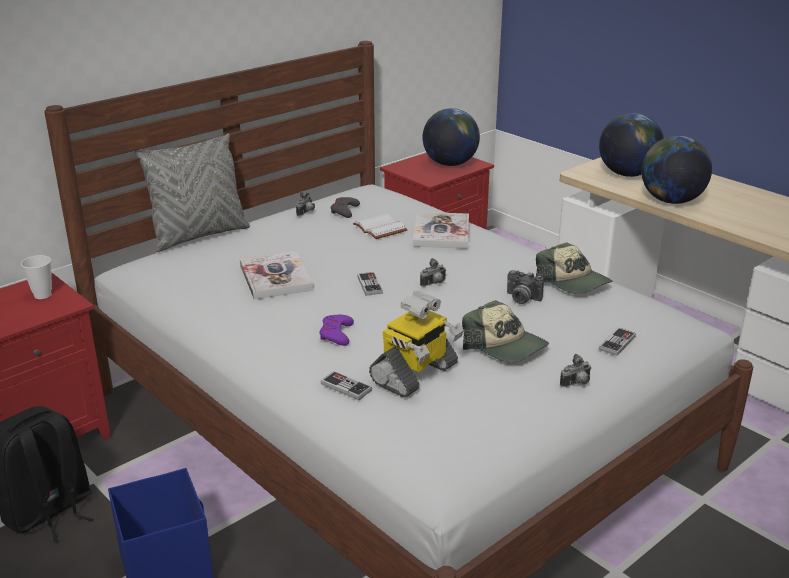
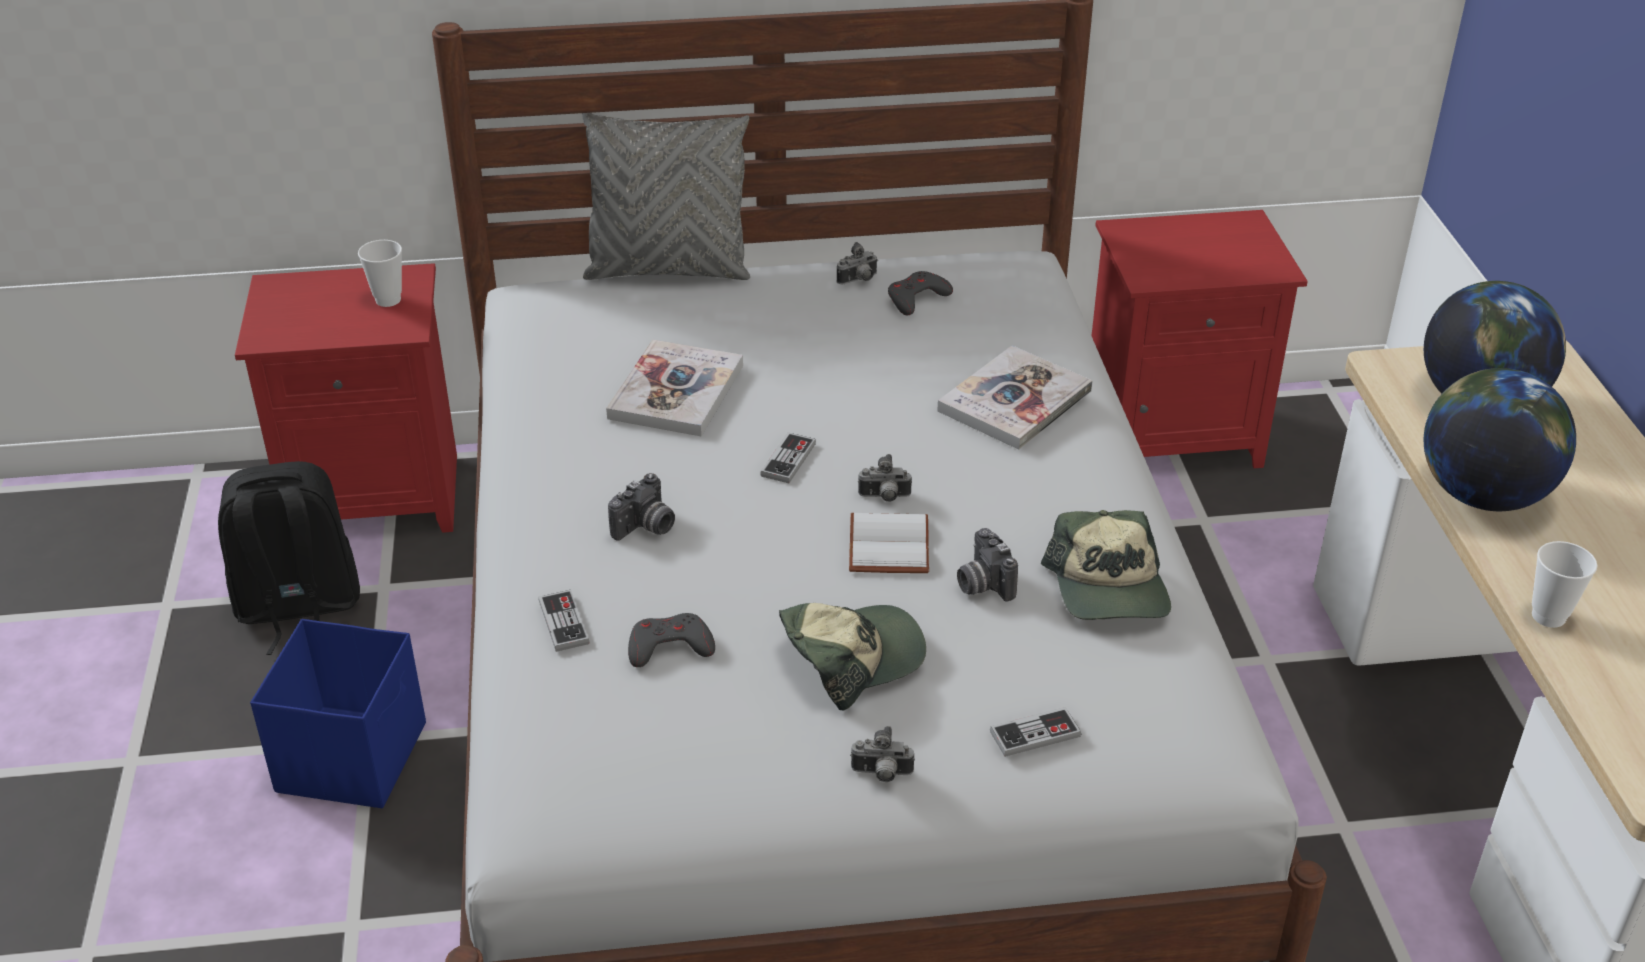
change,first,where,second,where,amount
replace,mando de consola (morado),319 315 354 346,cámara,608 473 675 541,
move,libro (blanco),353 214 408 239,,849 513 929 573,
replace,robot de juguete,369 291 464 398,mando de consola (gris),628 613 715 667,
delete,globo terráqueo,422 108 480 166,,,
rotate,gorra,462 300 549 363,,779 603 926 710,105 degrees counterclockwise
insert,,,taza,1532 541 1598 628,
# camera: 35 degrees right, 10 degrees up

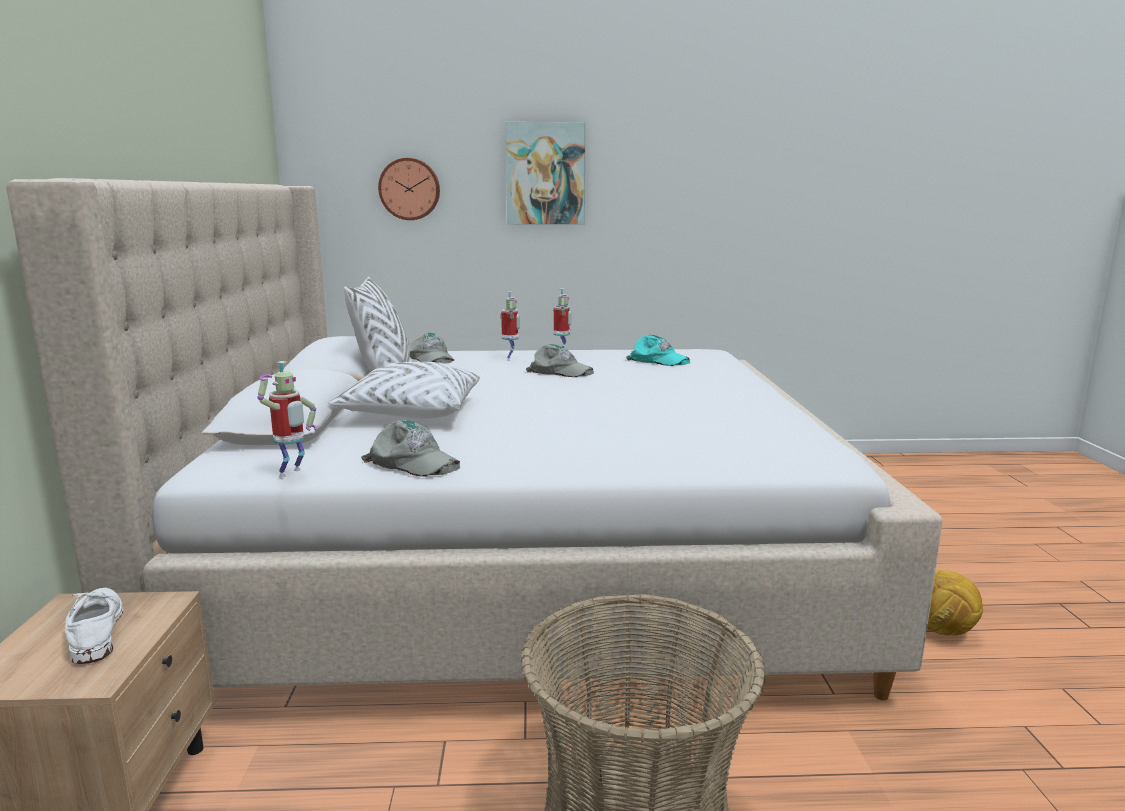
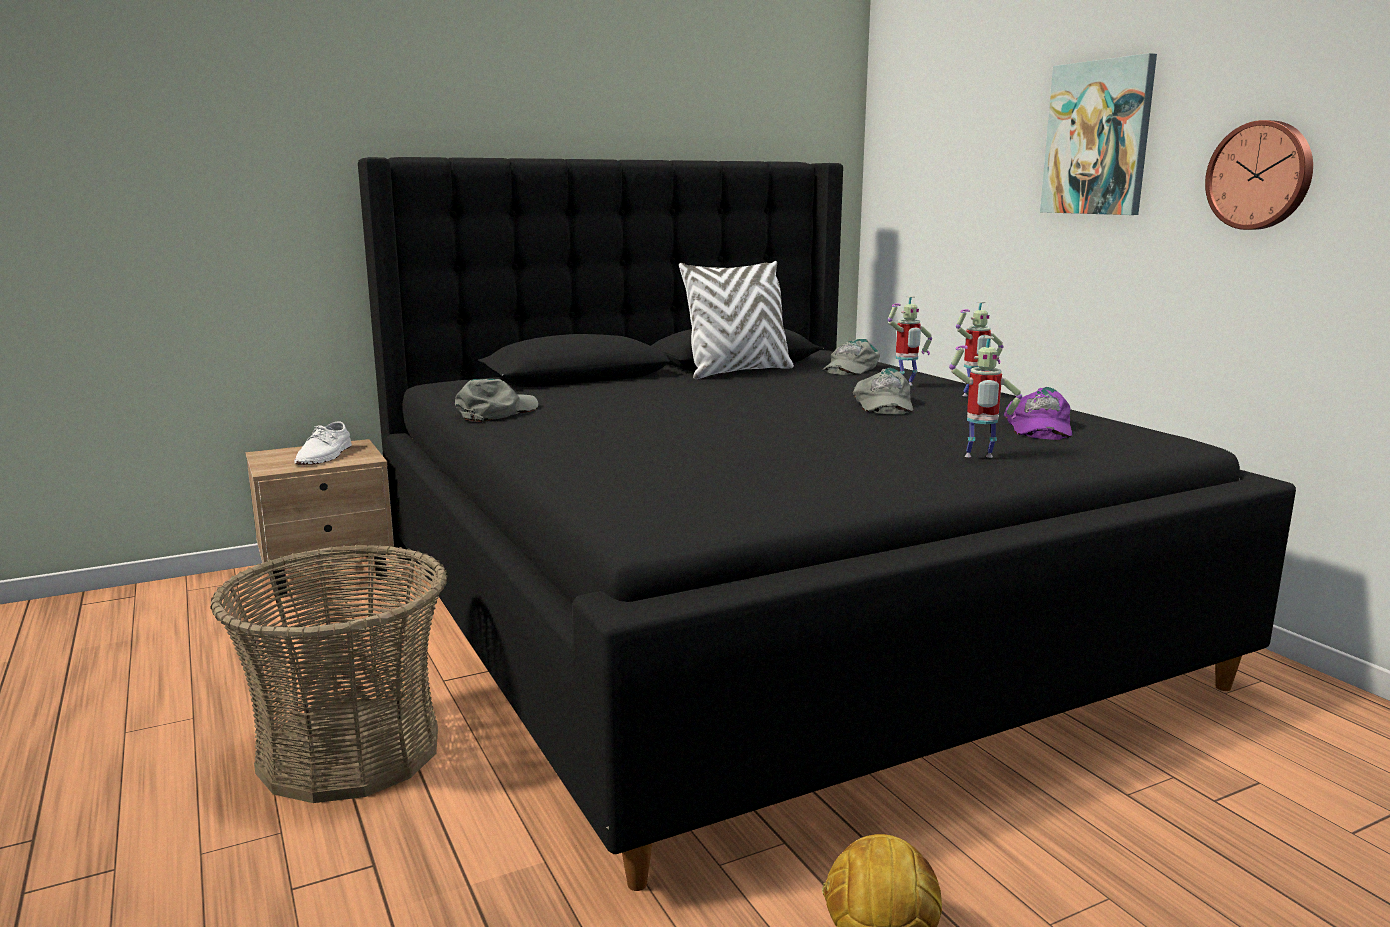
change,first,where,second,where,amount
recolor,cama (beis),6 178 943 700,cama (negro),358 157 1296 891,
rotate,zapato (blanco),65 588 123 664,,294 421 352 465,150 degrees clockwise
move,robot de juguete,257 361 317 477,,949 336 1022 458,
delete,cojín (blanco),329 362 480 419,,,
rotate,gorra (gris),361 420 460 477,,455 379 538 422,150 degrees counterclockwise
move,reloj de pared,378 158 440 220,,1205 120 1313 230,
recolor,gorra (turquesa),626 335 690 366,gorra (morado),1005 387 1073 440,
# camera: 65 degrees right, 0 degrees up

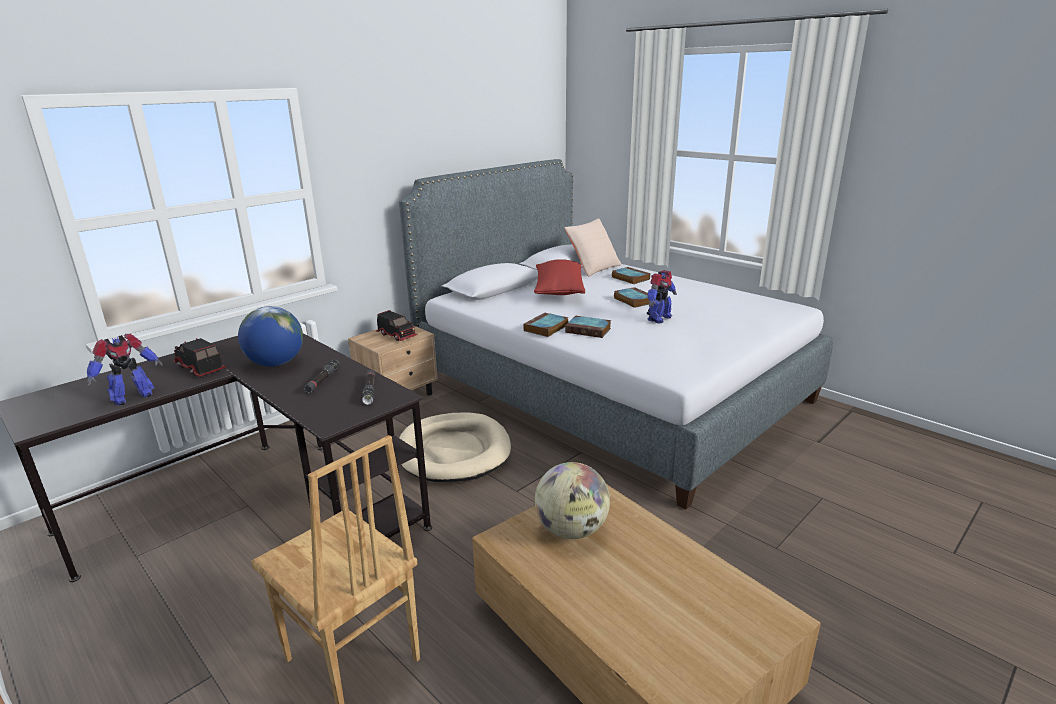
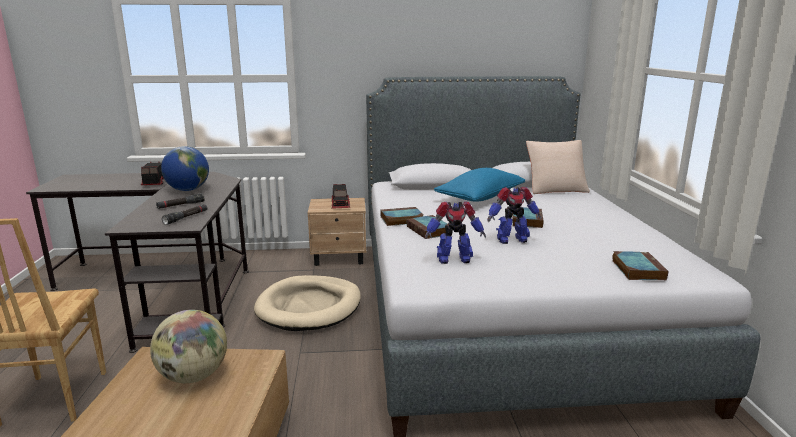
change,first,where,second,where,amount
move,robot de juguete,87 334 163 406,,425 201 486 264,
recolor,cojín (rojo),534 259 585 295,cojín (azul),434 168 525 201,
move,libro,612 267 650 284,,612 251 668 280,
# camera: 40 degrees right, 5 degrees down

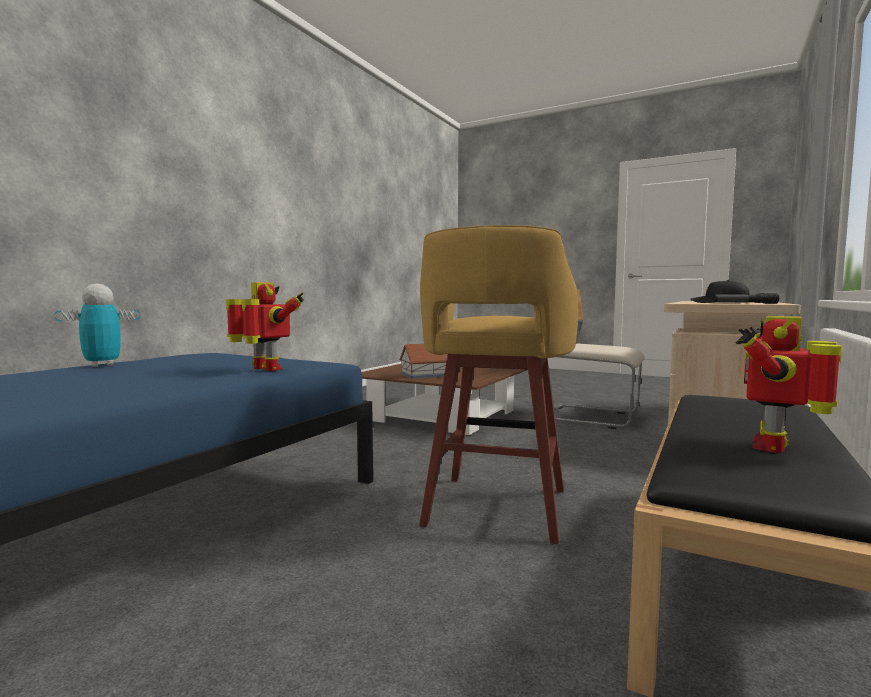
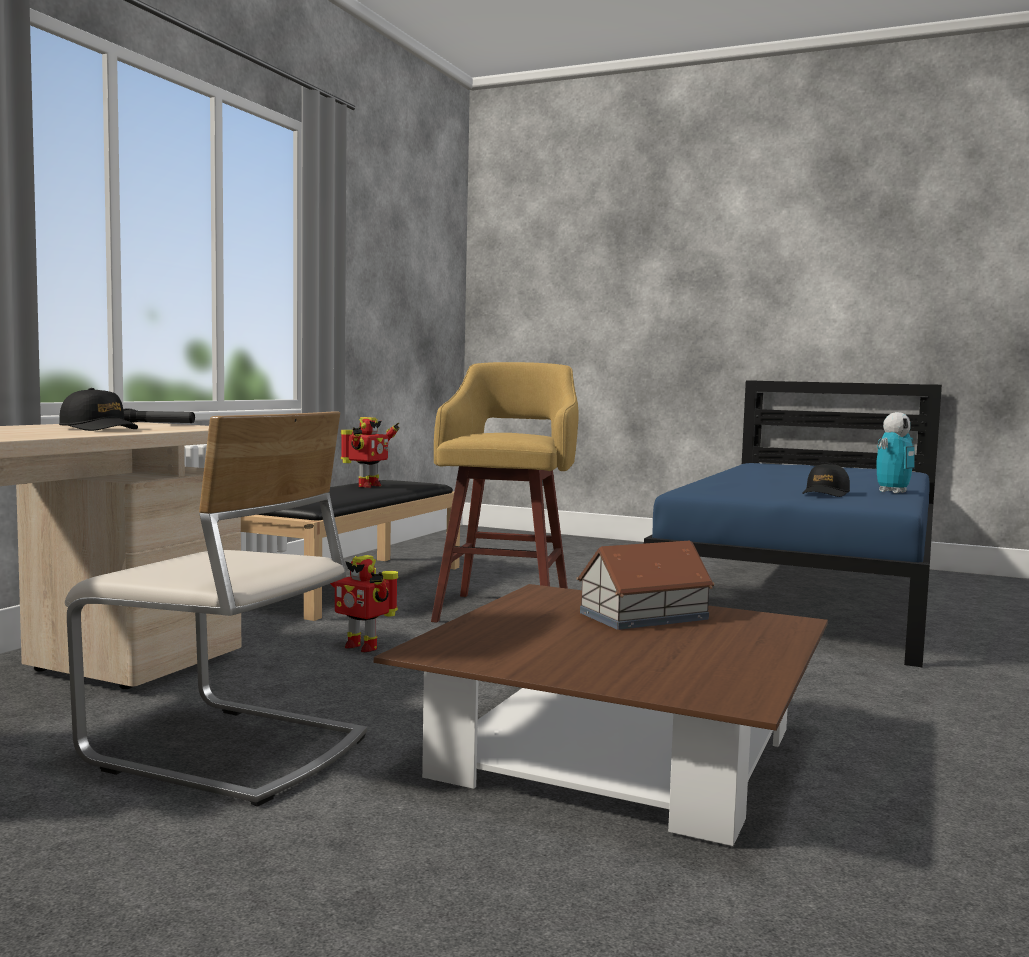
change,first,where,second,where,amount
move,robot de juguete,225 282 304 371,,330 555 398 652,
insert,,,gorra (negro),802 463 850 497,
# camera: 175 degrees right, 0 degrees up

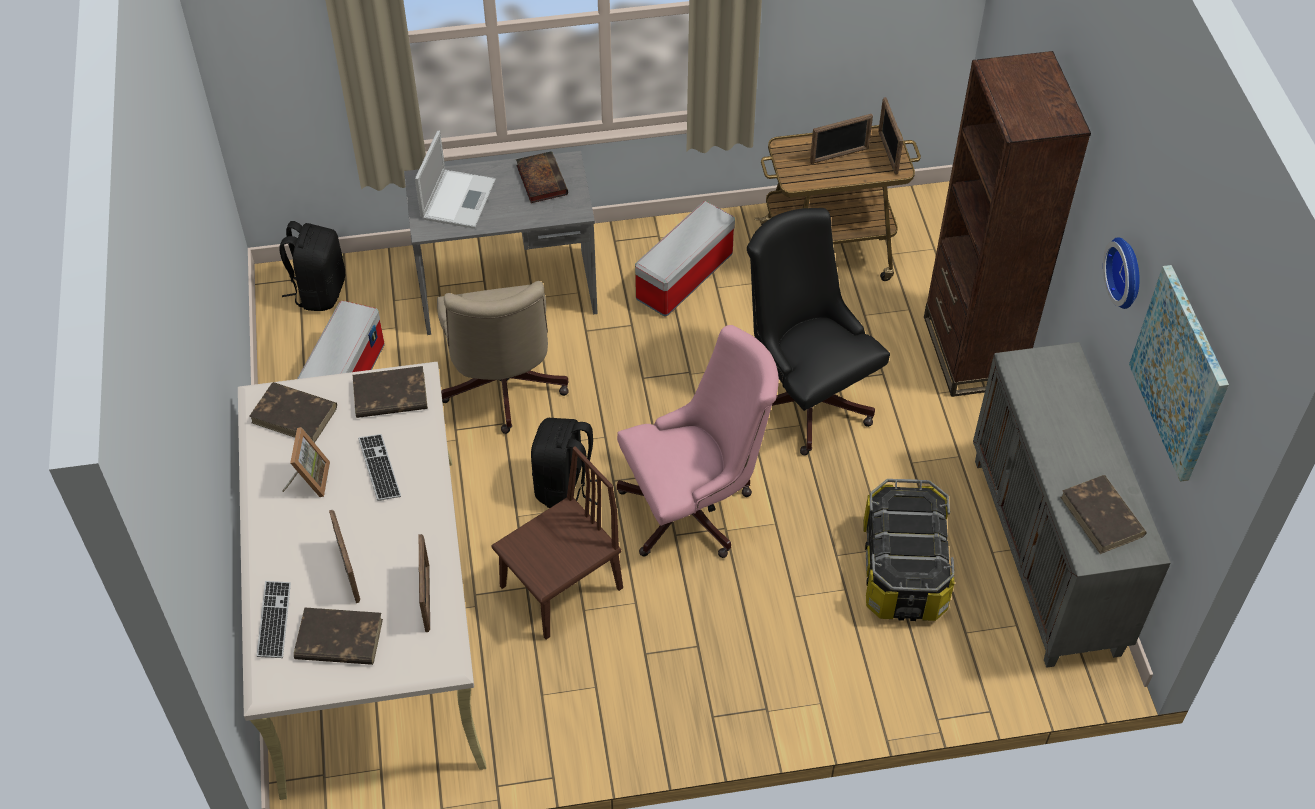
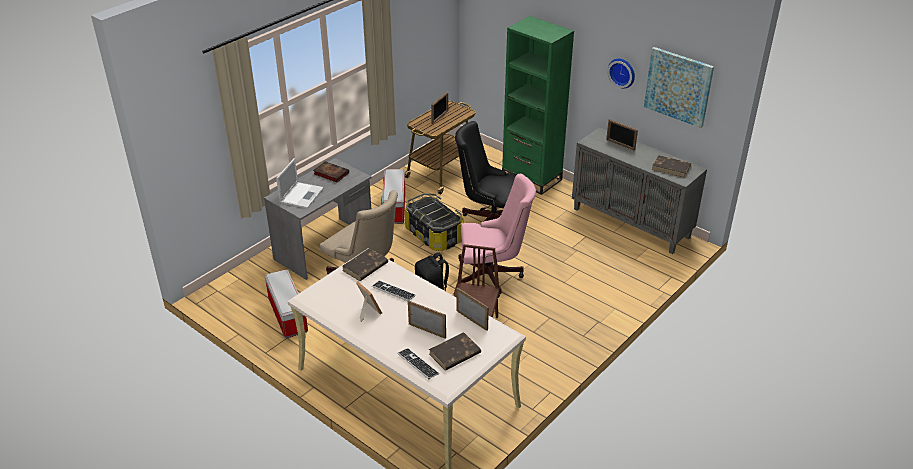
change,first,where,second,where,amount
delete,libro (marrón),249 382 337 443,,,
delete,mochila (negro),279 221 345 311,,,
rotate,portátil,415 131 496 229,,276 158 324 209,45 degrees clockwise
rotate,silla de oficina (rosa),617 325 779 558,,458 174 536 298,60 degrees clockwise
move,caja de almacenaje,863 479 954 621,,405 193 463 251,
move,portarretratos,878 97 903 175,,606 119 638 151,
recolor,estantería (marrón),924 51 1091 397,estantería (verde),502 16 574 195,
# camera: 40 degrees left, 15 degrees down

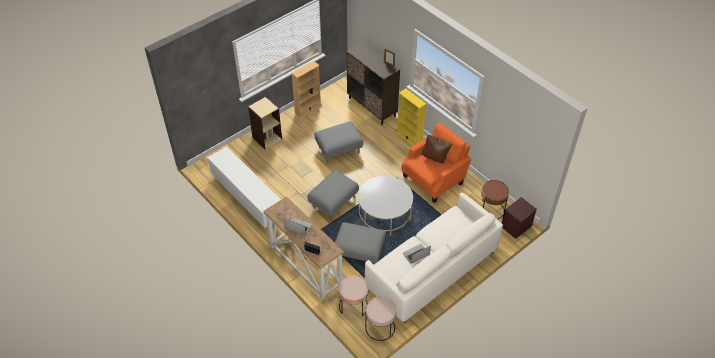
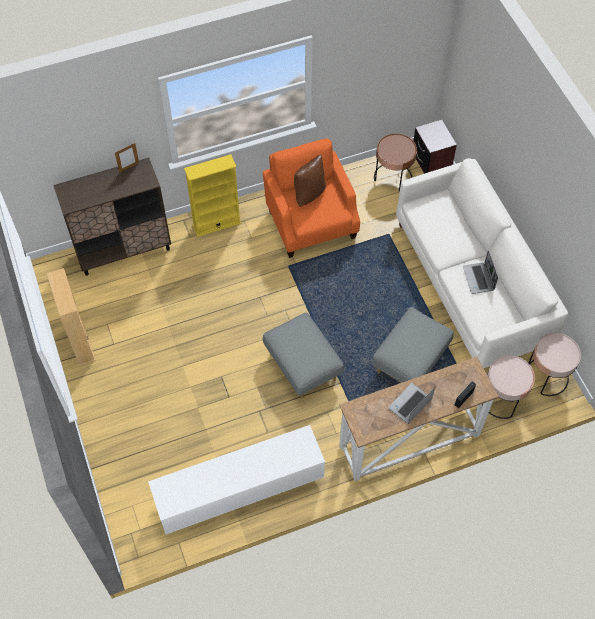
change,first,where,second,where,amount
delete,estantería (beis),248 97 282 149,,,
delete,puf (gris),314 121 363 163,,,
delete,mesa de centro,358 176 413 236,,,
# camera: 70 degrees left, 10 degrees up

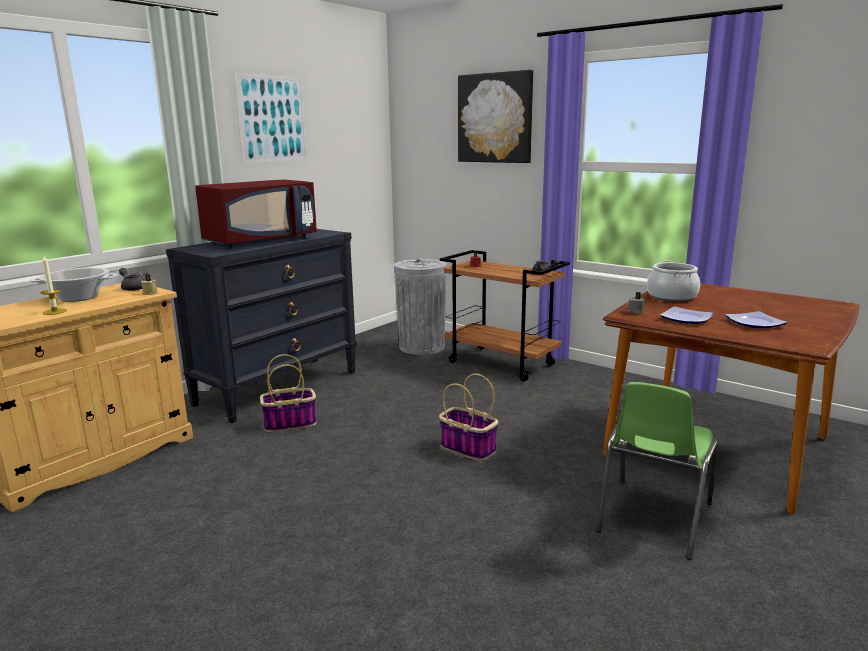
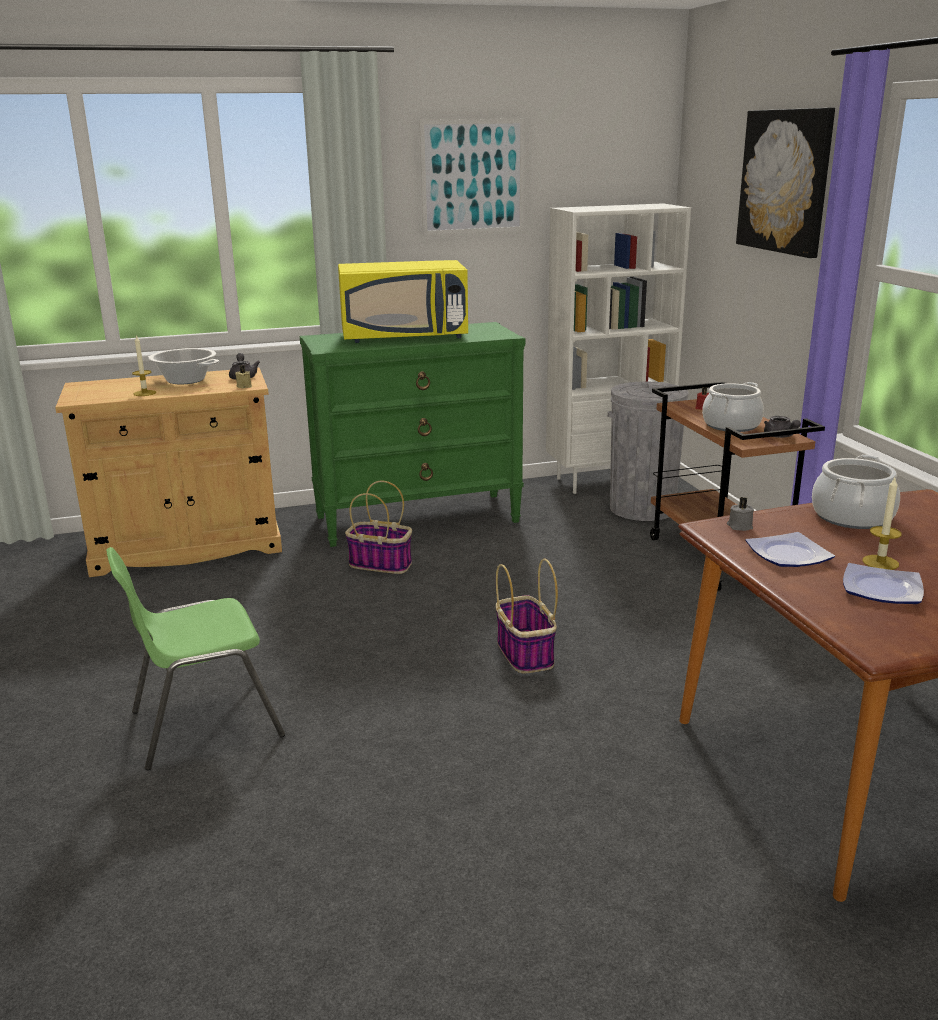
change,first,where,second,where,amount
recolor,cómoda (negro),166 229 357 423,cómoda (verde),300 322 525 547,
recolor,microondas (rojo),195 180 317 248,microondas (amarillo),338 260 468 343,
move,silla (verde),596 382 718 560,,106 547 285 770,
insert,,,estantería (blanco),546 203 691 494,
insert,,,olla,702 382 764 432,
insert,,,vela,863 478 902 570,
# camera: 35 degrees right, 5 degrees up

